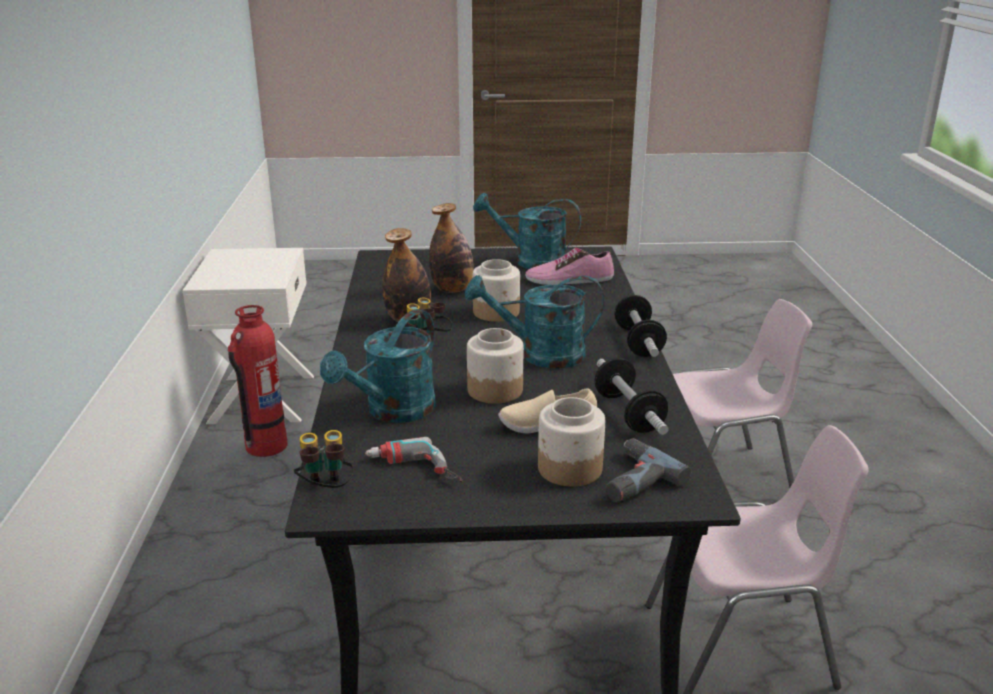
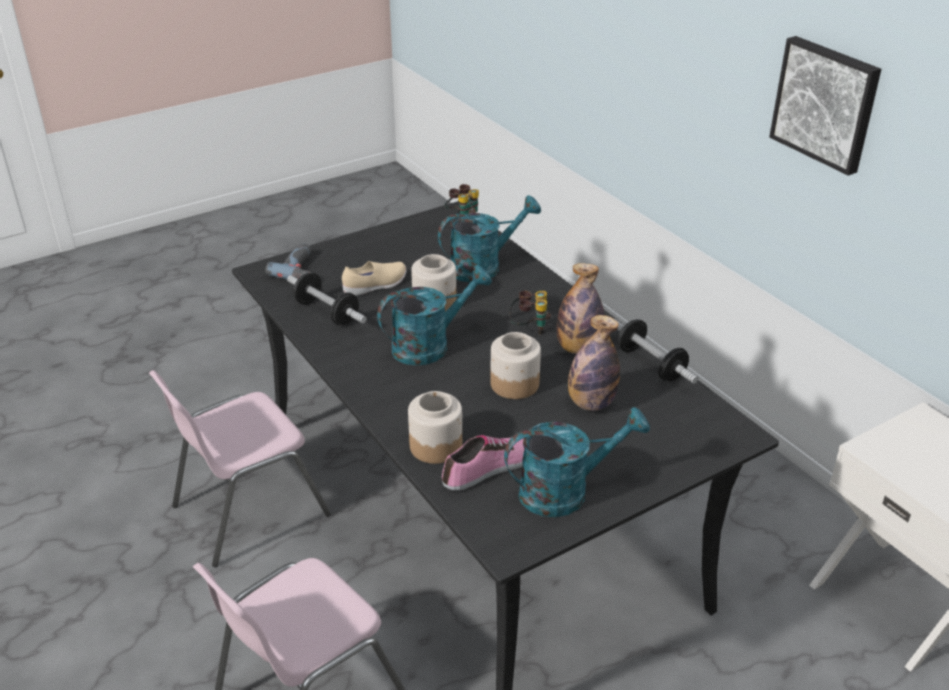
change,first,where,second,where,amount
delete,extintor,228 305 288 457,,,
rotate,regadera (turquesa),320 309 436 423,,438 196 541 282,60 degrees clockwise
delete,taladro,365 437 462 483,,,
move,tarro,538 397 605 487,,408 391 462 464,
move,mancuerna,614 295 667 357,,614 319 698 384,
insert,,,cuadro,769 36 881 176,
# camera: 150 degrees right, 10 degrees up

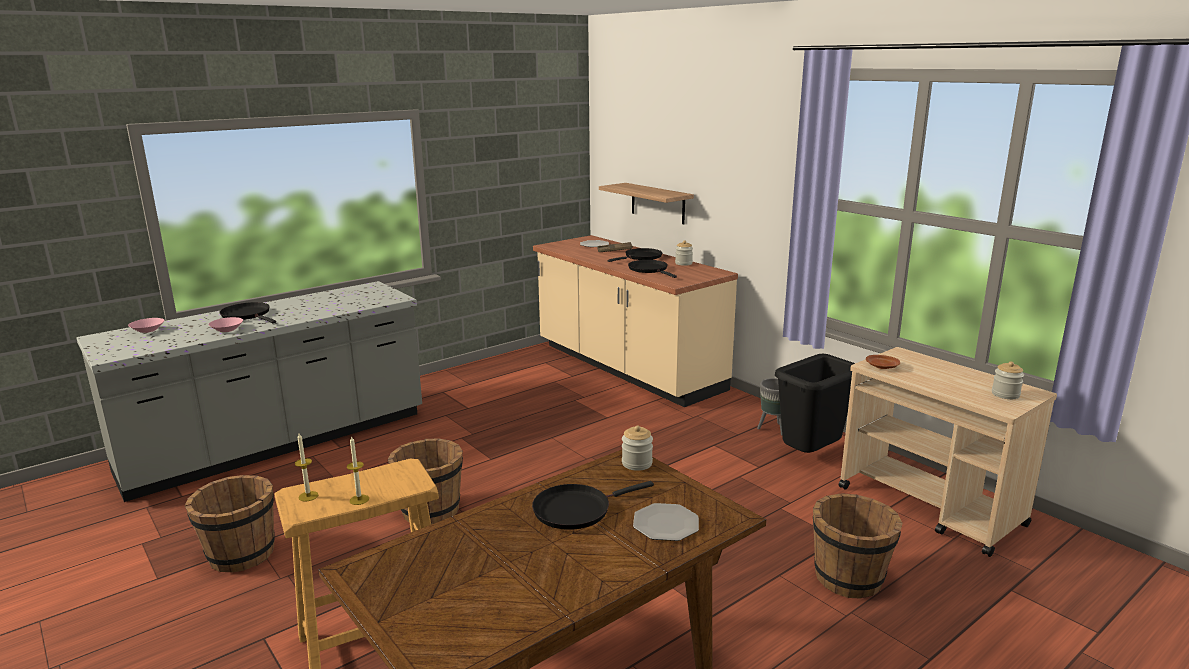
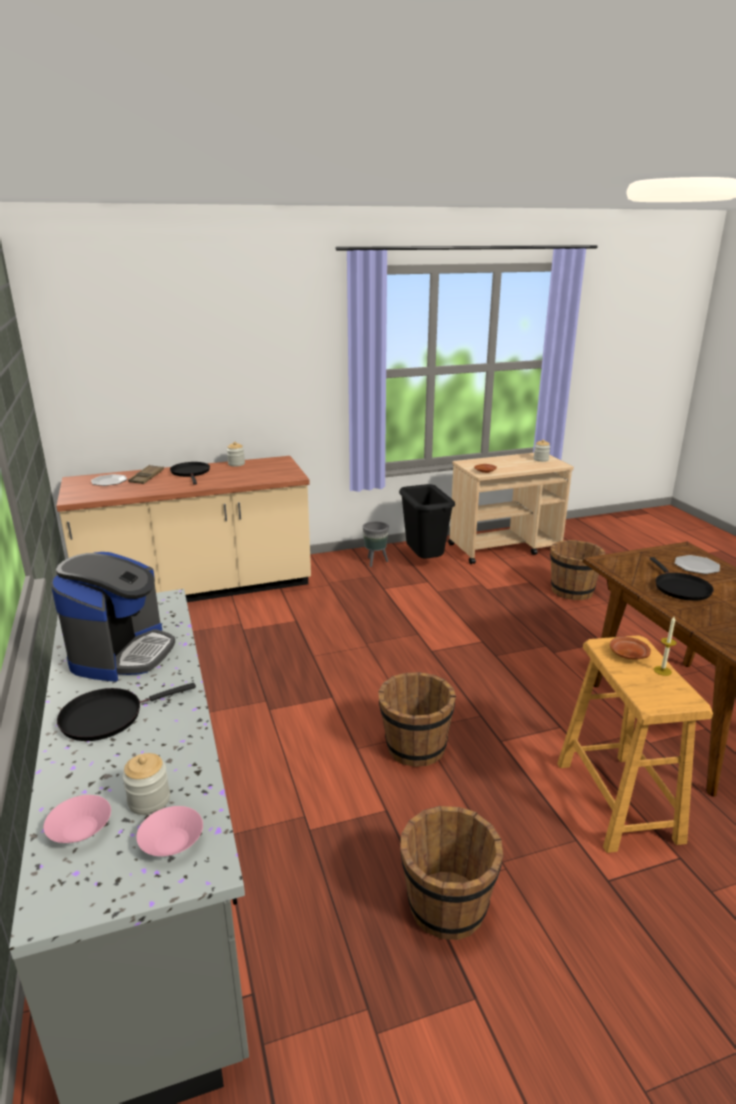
change,first,where,second,where,amount
move,cuenco (rosa),208 317 243 332,,136 806 203 856,
delete,vela,295 433 318 502,,,
delete,estante,599 183 694 224,,,
move,tarro,622 425 653 471,,122 753 170 815,
delete,sartén (negro),628 260 677 278,,,
insert,,,cafetera,51 552 175 682,
insert,,,plato (marrón),610 637 651 660,
# camera: 70 degrees left, 5 degrees up

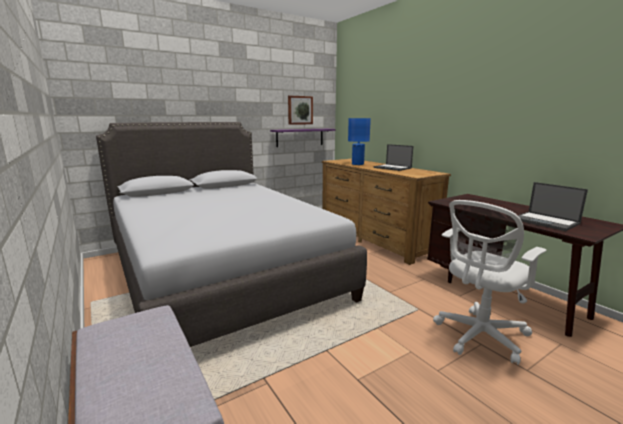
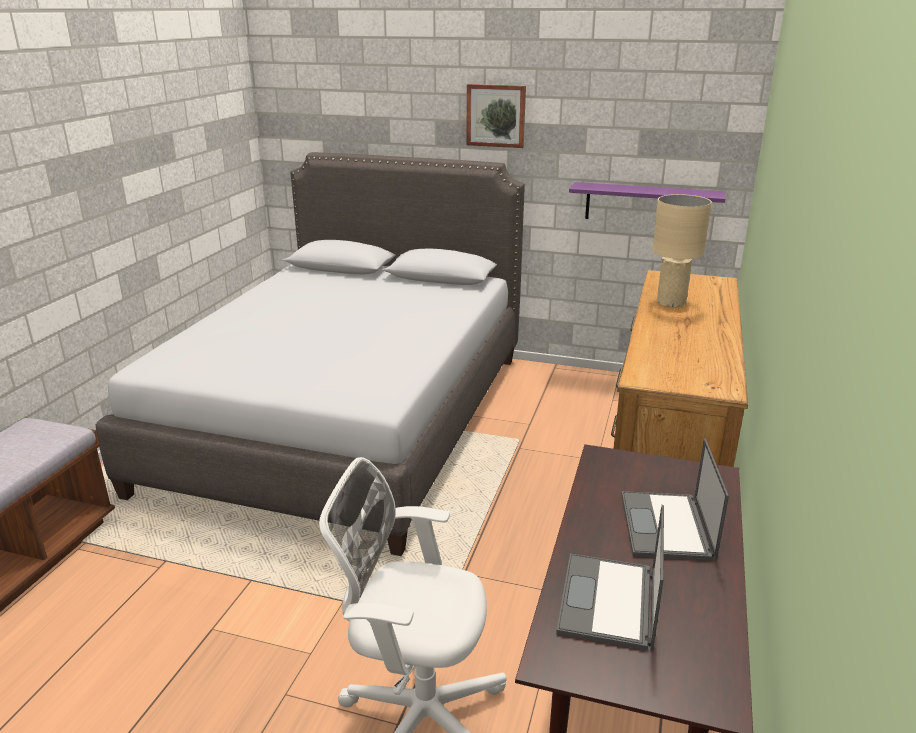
change,first,where,second,where,amount
move,cuadro,288 95 313 125,,466 84 526 148,
recolor,lámpara de mesa (azul),348 118 371 165,lámpara de mesa (beis),652 194 712 308,
move,portátil,373 144 413 171,,621 439 729 561,
# camera: 50 degrees right, 10 degrees up

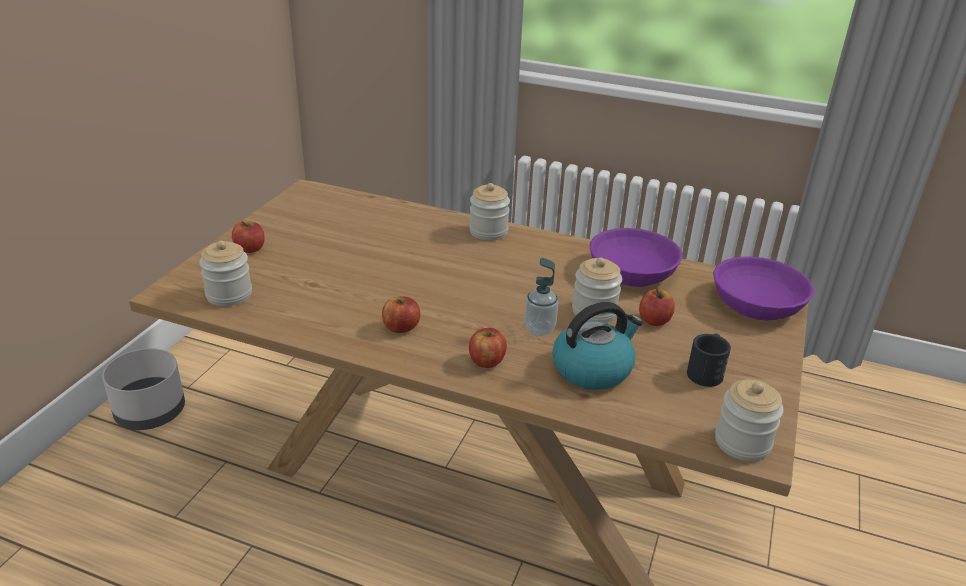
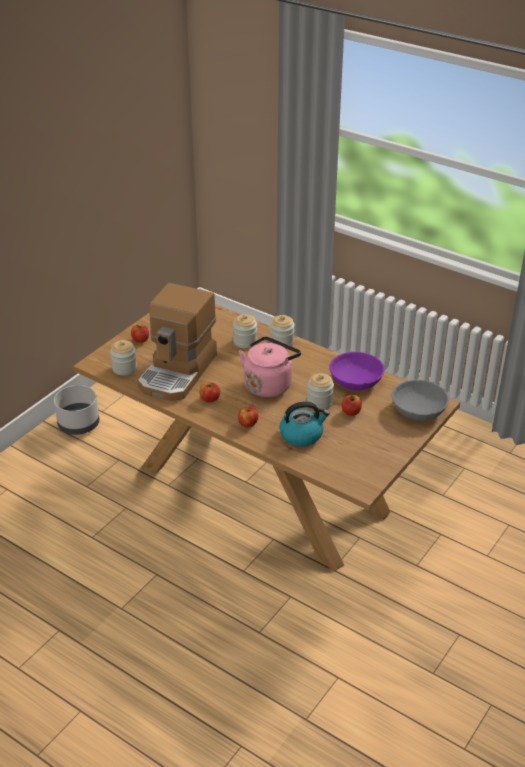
change,first,where,second,where,amount
delete,dispensador de jabón,524 258 559 336,,,
delete,taza grande (negro),687 334 731 387,,,
recolor,cuenco (morado),713 256 814 321,cuenco (gris),392 380 449 421,
move,tarro,715 380 784 461,,233 314 257 348,
insert,,,cafetera,138 283 217 401,
insert,,,hervidor (rosa),239 336 301 398,
# camera: 15 degrees right, 5 degrees up

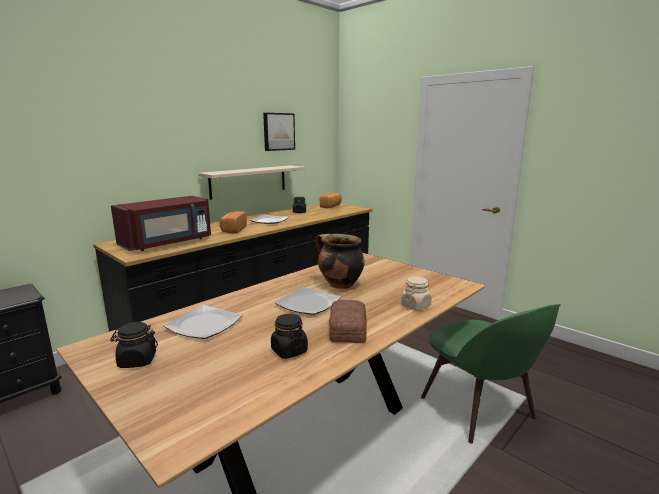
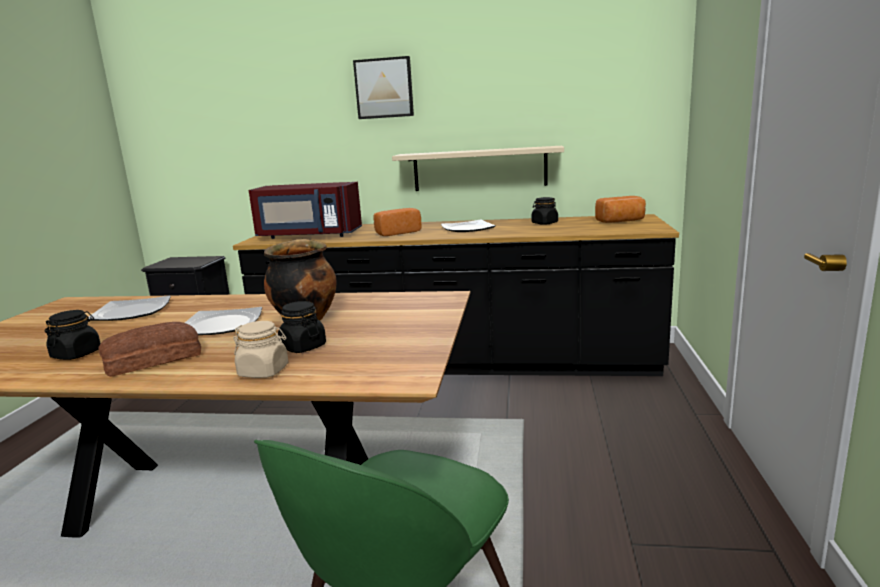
change,first,where,second,where,amount
move,tarro (negro),110 322 158 368,,278 301 326 353,
move,cuadro,263 113 295 151,,353 56 414 119,
# camera: 55 degrees right, 0 degrees up

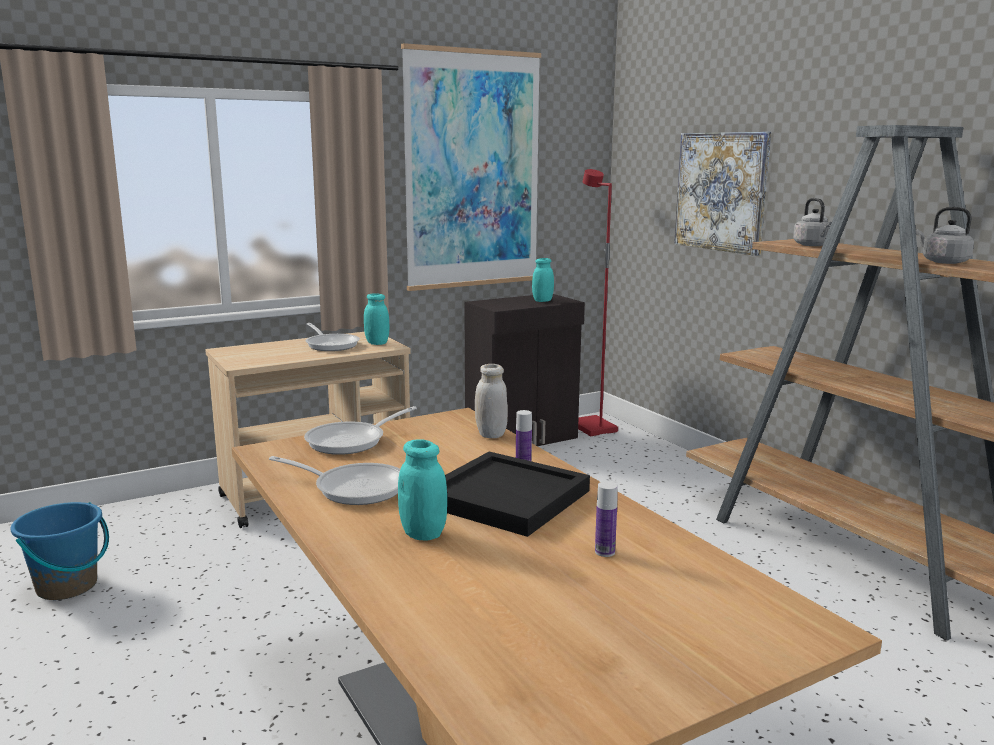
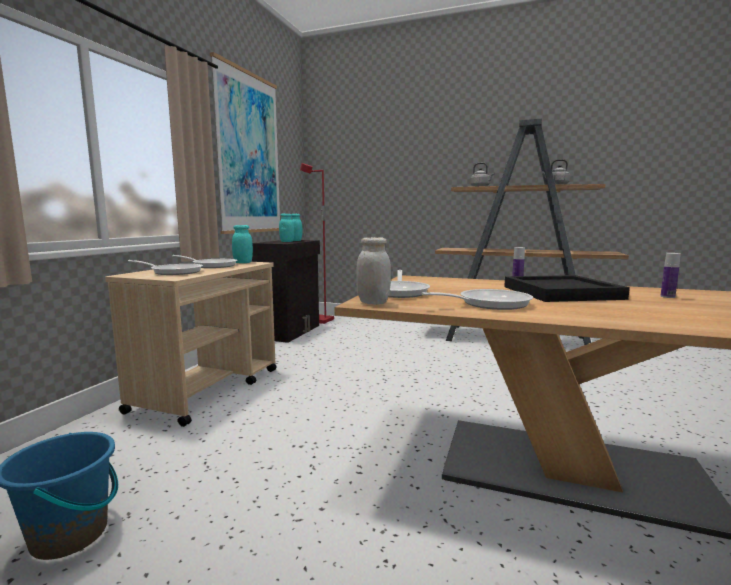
change,first,where,second,where,amount
move,tarro (turquesa),398 439 447 541,,279 214 294 242,
move,tarro (blanco),475 364 508 438,,356 237 391 305,
delete,cuadro,674 132 771 256,,,
insert,,,sartén,128 260 203 275,
# camera: 40 degrees left, 5 degrees down

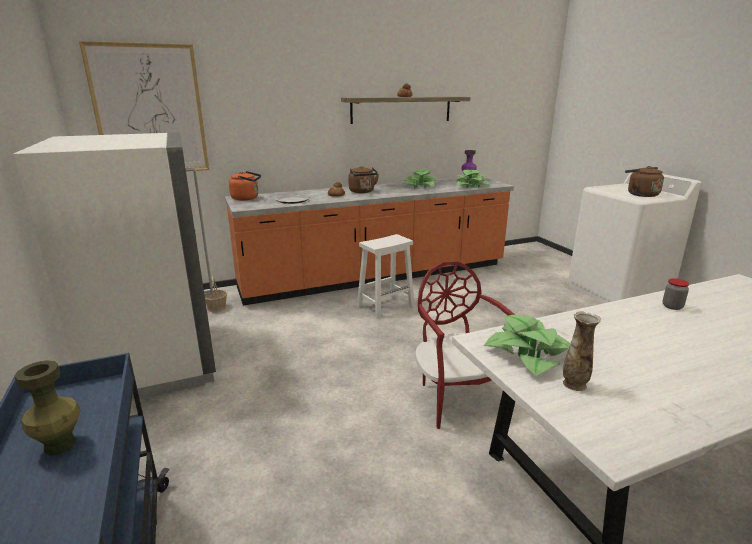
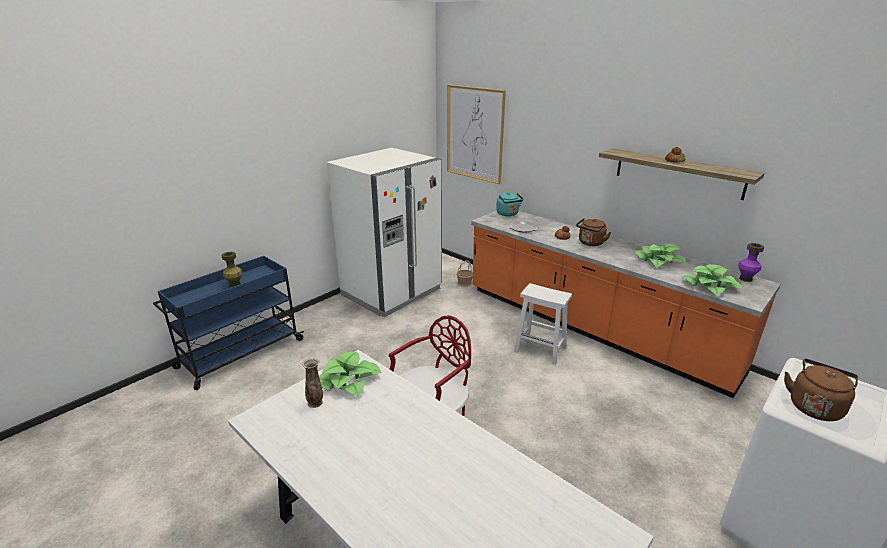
change,first,where,second,where,amount
recolor,hervidor (naranja),229 171 261 201,hervidor (turquesa),496 193 523 216,
delete,tarro,663 278 690 310,,,
# camera: 65 degrees right, 5 degrees up

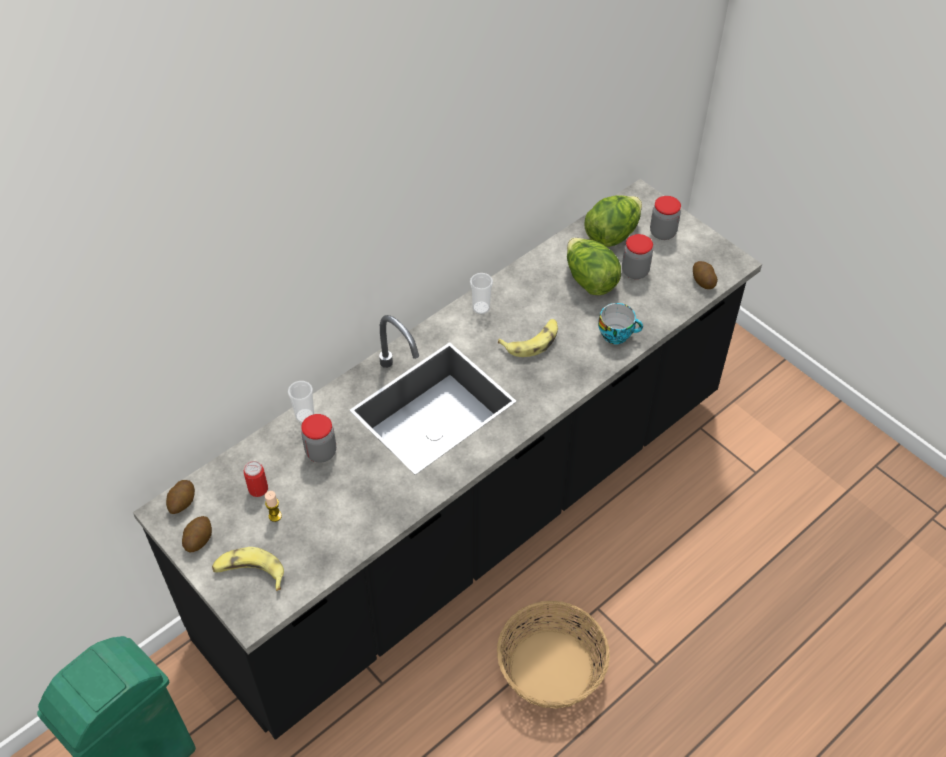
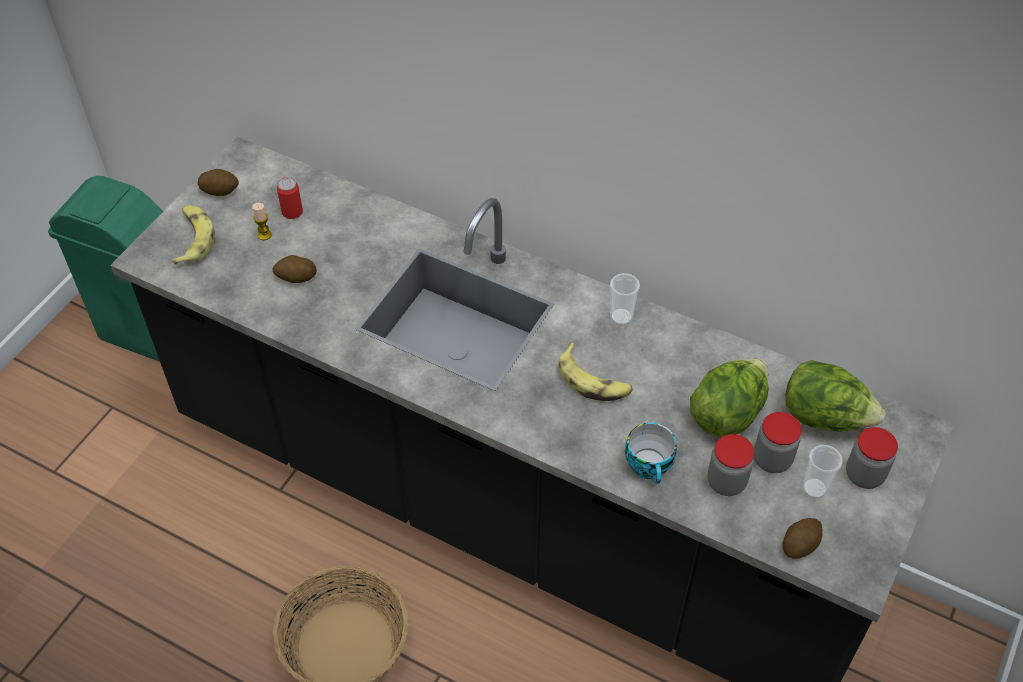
change,first,where,second,where,amount
move,patata,166 480 195 514,,272 255 317 283,
move,taza,288 381 314 423,,803 445 843 499,
move,tarro,301 414 336 463,,707 434 754 496,
# camera: 70 degrees right, 0 degrees up

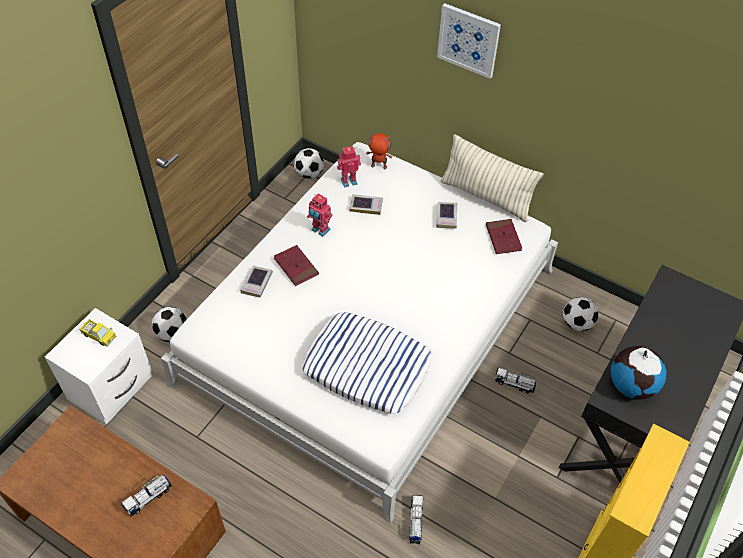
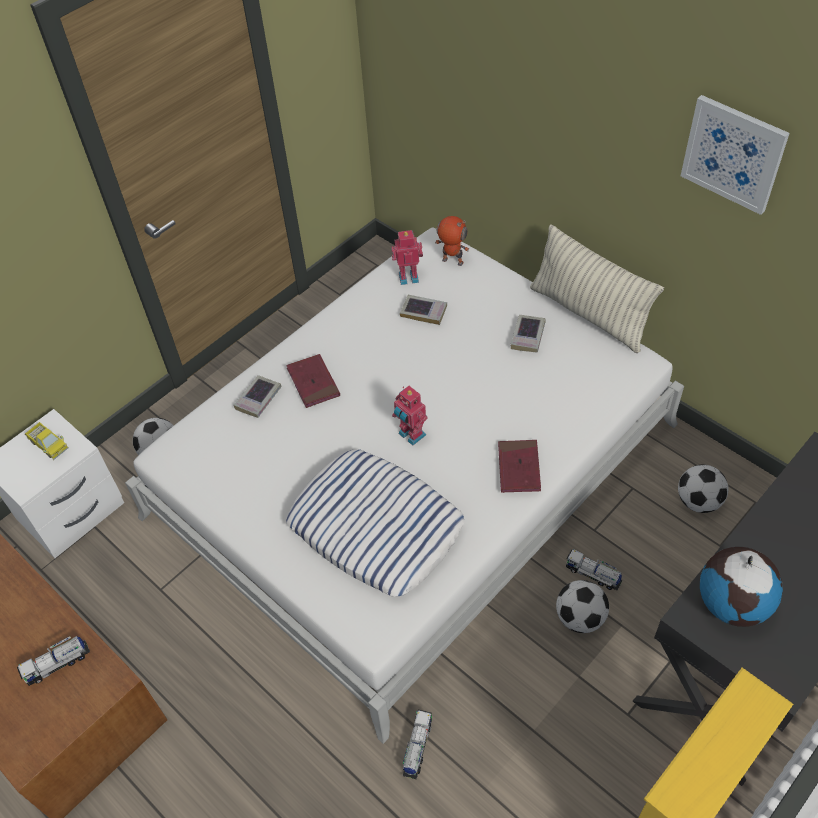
change,first,where,second,where,amount
move,balón de fútbol,294 148 324 179,,556 580 609 633,
move,robot de juguete,307 193 332 237,,392 386 427 446,
move,cuadro,437 3 501 79,,681 95 789 215,
move,libro (rojo),486 219 522 254,,498 440 541 493,
# camera: 15 degrees right, 0 degrees up

